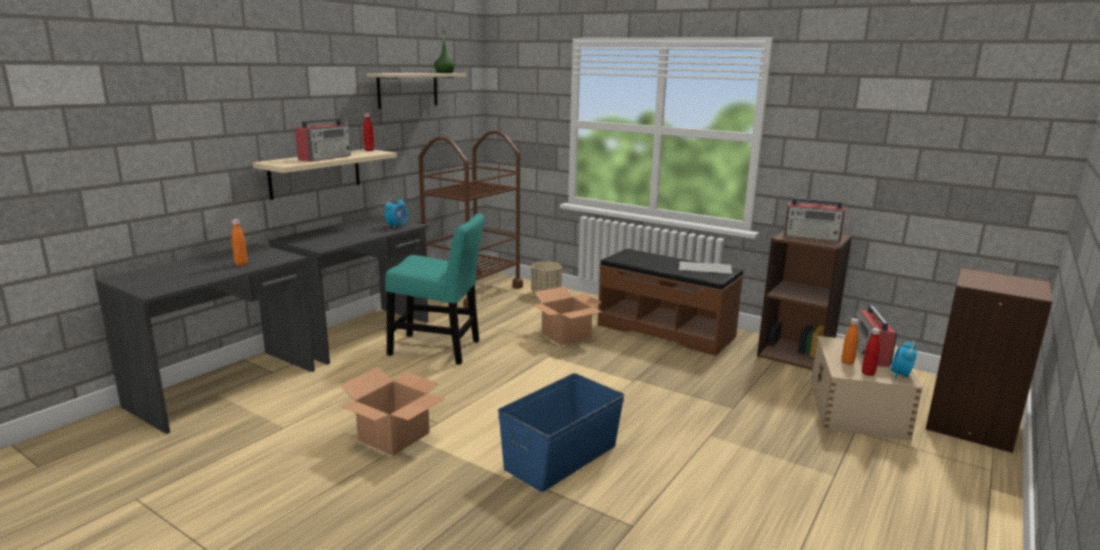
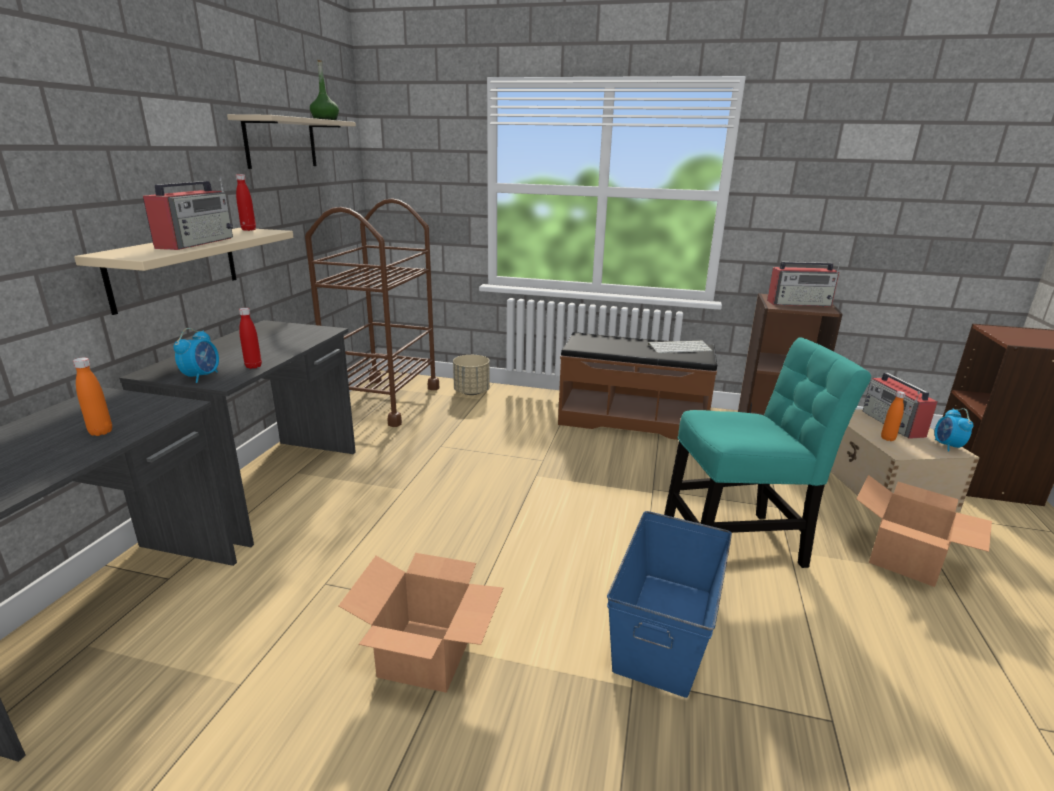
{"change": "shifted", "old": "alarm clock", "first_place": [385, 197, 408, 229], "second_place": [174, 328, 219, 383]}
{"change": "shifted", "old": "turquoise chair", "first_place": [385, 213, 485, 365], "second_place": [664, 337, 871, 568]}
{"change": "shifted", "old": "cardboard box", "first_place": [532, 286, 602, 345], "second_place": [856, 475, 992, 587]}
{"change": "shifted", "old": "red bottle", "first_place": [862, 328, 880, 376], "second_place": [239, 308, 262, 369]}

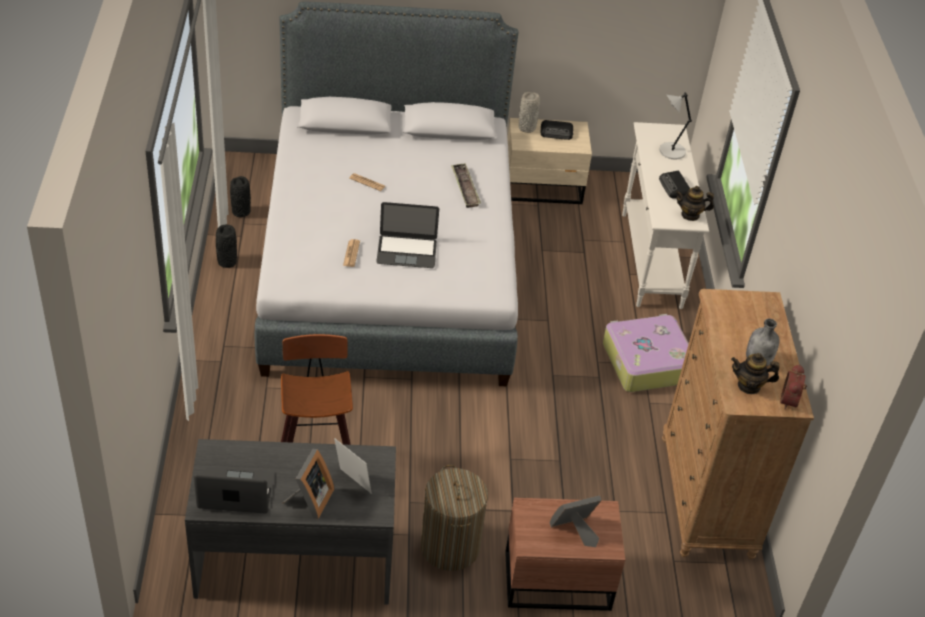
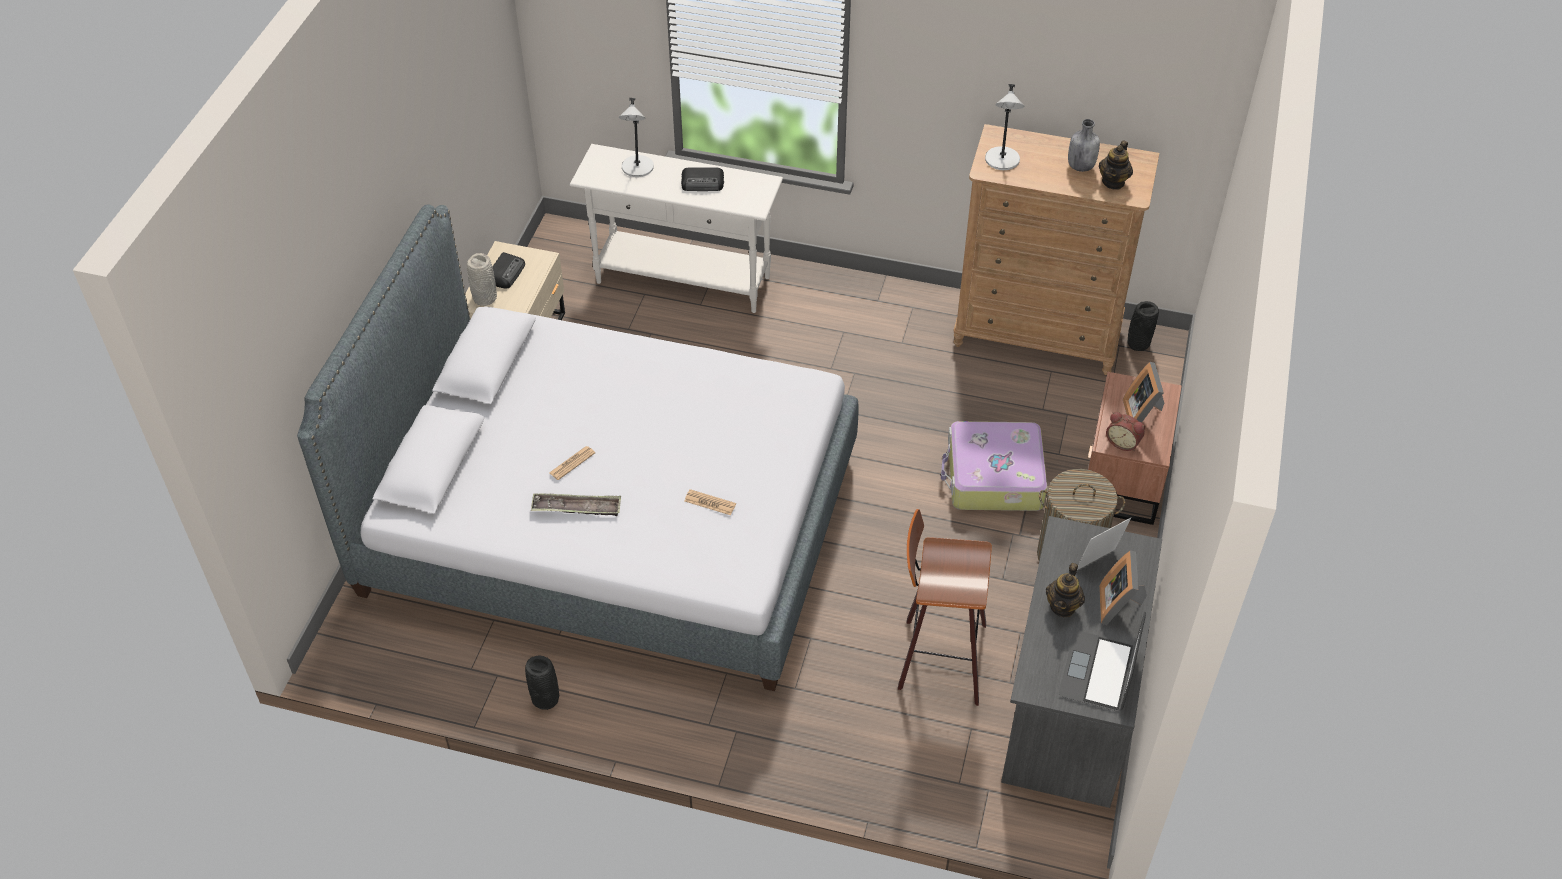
{"change": "shifted", "old": "tray", "first_place": [451, 163, 481, 208], "second_place": [531, 493, 621, 516]}
{"change": "shifted", "old": "black vase", "first_place": [230, 176, 251, 217], "second_place": [1127, 301, 1159, 351]}
{"change": "shifted", "old": "teapot", "first_place": [675, 186, 714, 221], "second_place": [1046, 563, 1085, 617]}
{"change": "gone", "old": "laptop", "first_place": [376, 202, 439, 268]}
{"change": "shifted", "old": "suitcase", "first_place": [603, 314, 689, 392], "second_place": [941, 421, 1047, 511]}
{"change": "shifted", "old": "alarm clock", "first_place": [780, 364, 807, 410], "second_place": [1106, 412, 1145, 451]}
{"change": "rotated", "old": "picture frame", "first_place": [282, 449, 334, 519], "second_place": [1099, 550, 1147, 625], "degrees": -120}
{"change": "new", "new": "grey table lamp", "second_place": [985, 84, 1025, 170]}

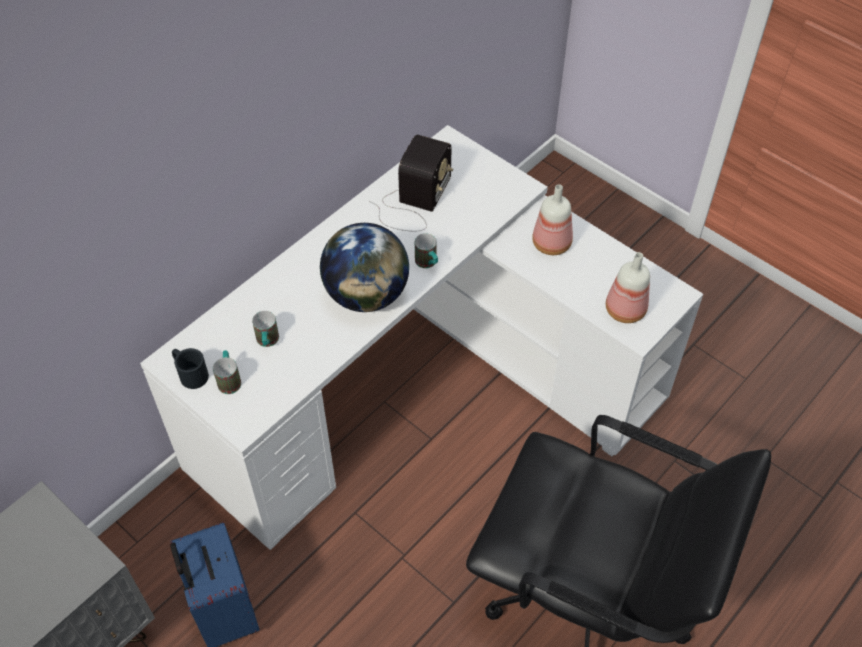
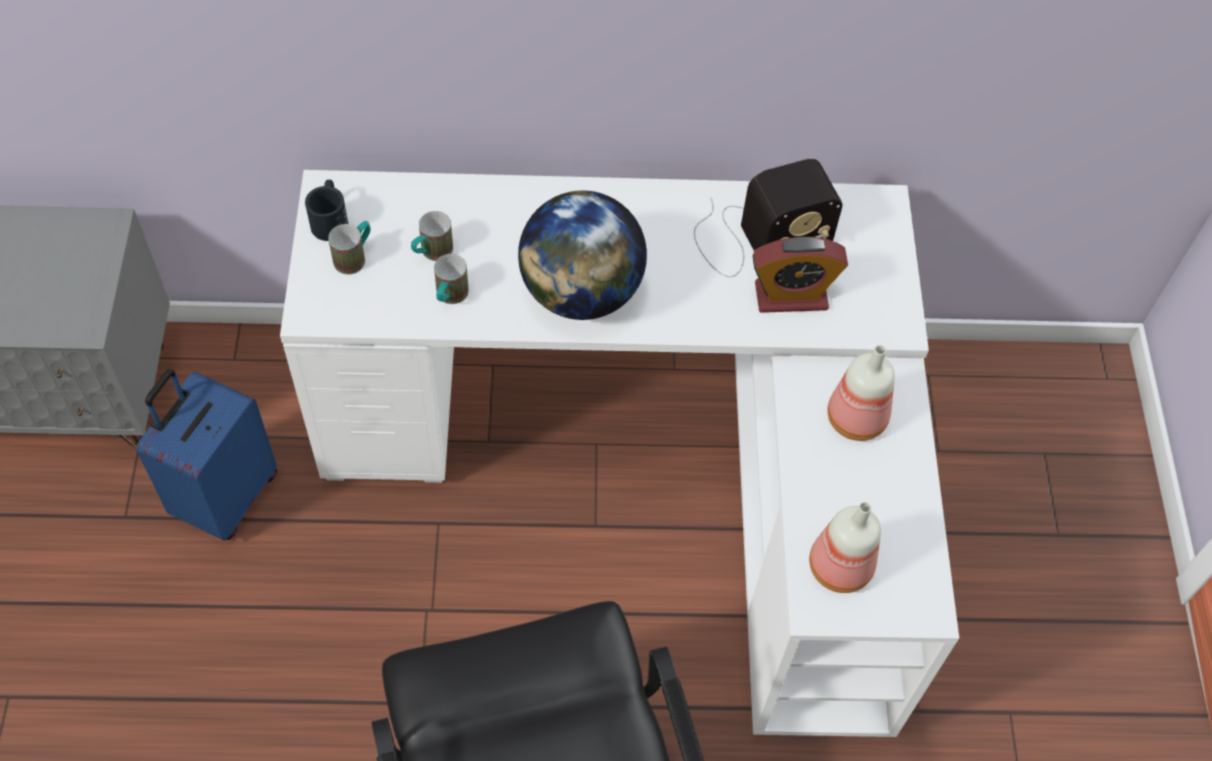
{"change": "shifted", "old": "mug", "first_place": [415, 233, 438, 268], "second_place": [434, 254, 469, 304]}
{"change": "new", "new": "alarm clock", "second_place": [752, 237, 848, 313]}

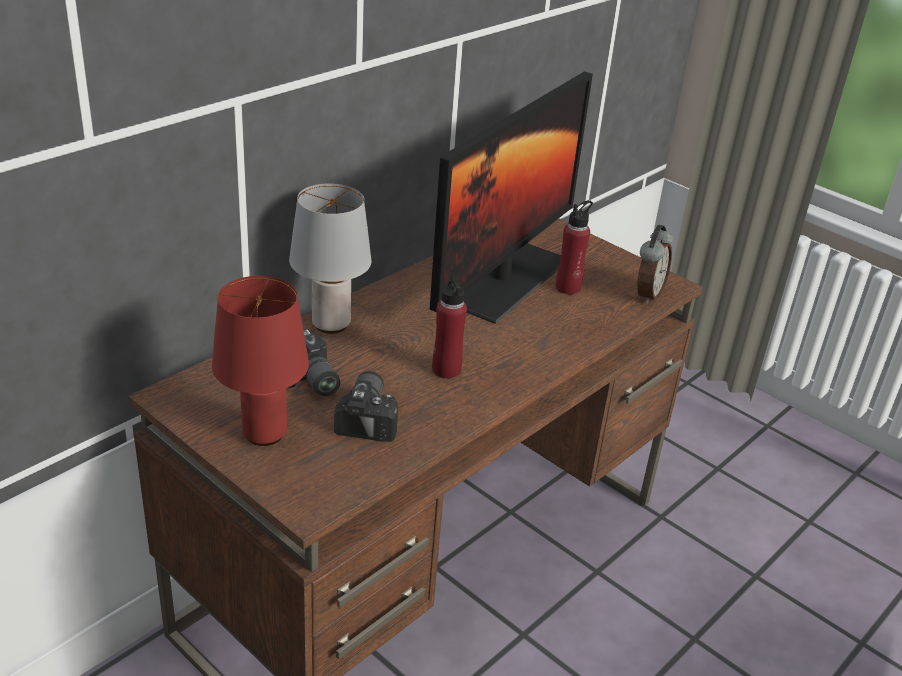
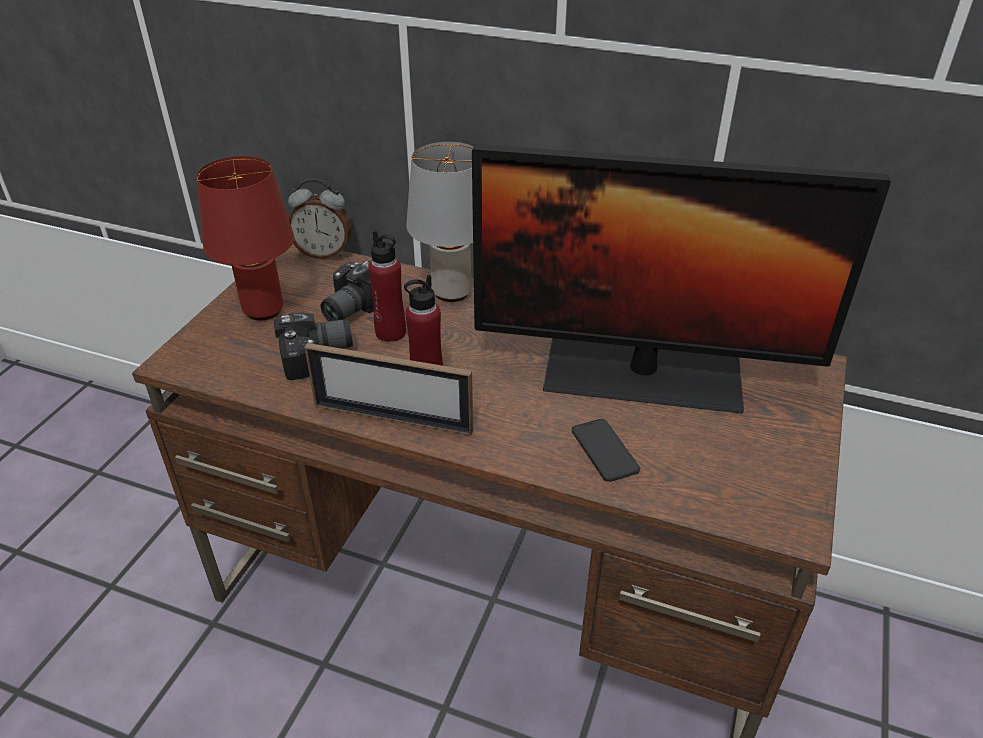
{"change": "shifted", "old": "red bottle", "first_place": [556, 200, 593, 295], "second_place": [368, 230, 406, 342]}
{"change": "shifted", "old": "alarm clock", "first_place": [637, 225, 674, 304], "second_place": [288, 178, 352, 259]}
{"change": "new", "new": "picture frame", "second_place": [304, 343, 473, 435]}
{"change": "new", "new": "phone", "second_place": [572, 419, 640, 482]}

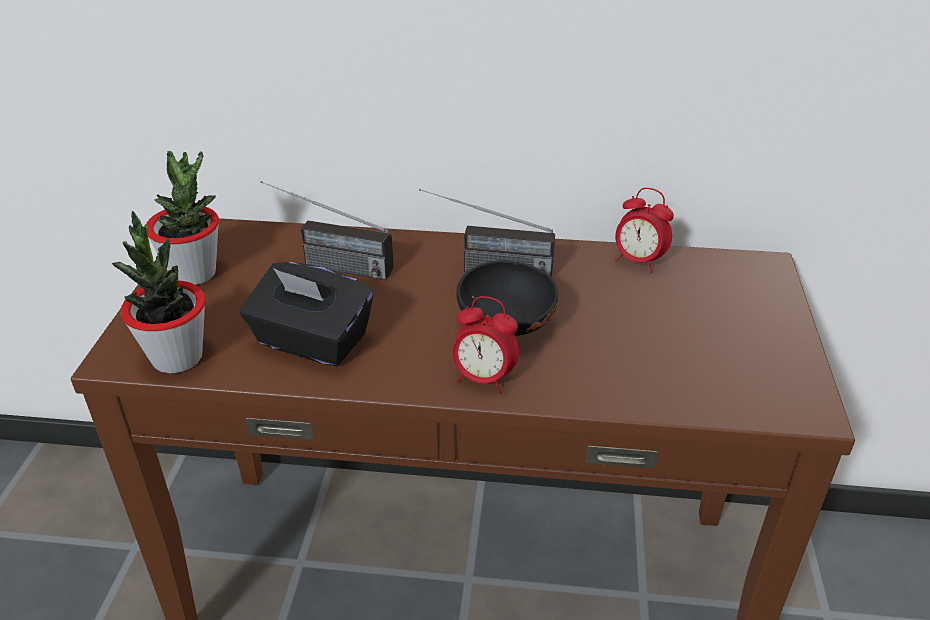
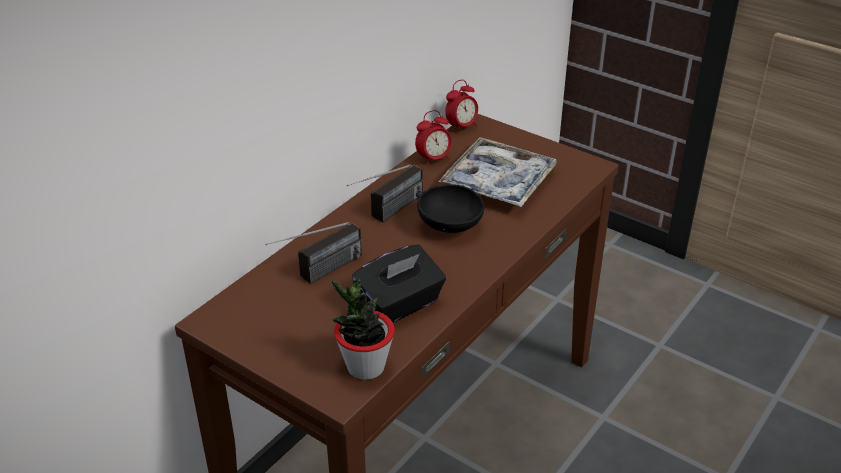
{"change": "gone", "old": "potted plant", "first_place": [146, 151, 219, 285]}
{"change": "shifted", "old": "alarm clock", "first_place": [452, 296, 519, 393], "second_place": [445, 80, 478, 133]}
{"change": "new", "new": "tray", "second_place": [438, 137, 557, 207]}

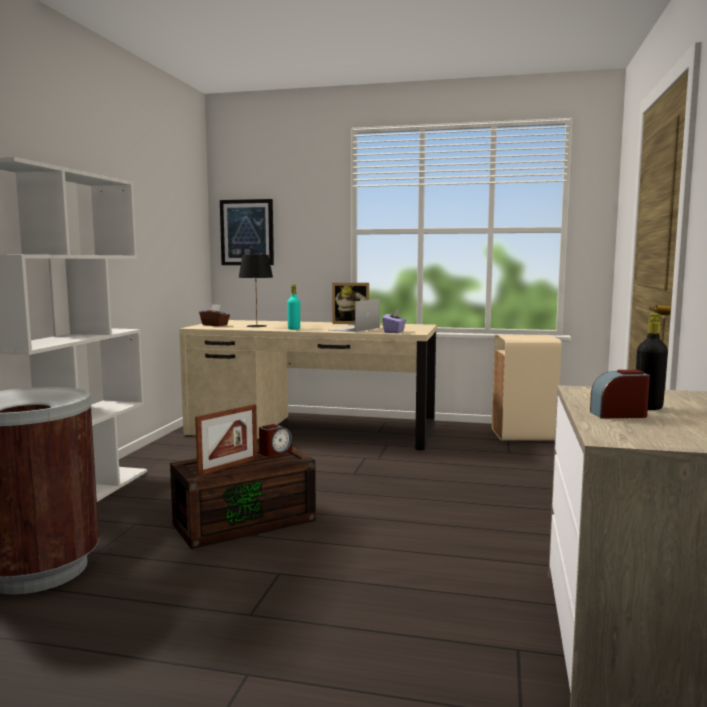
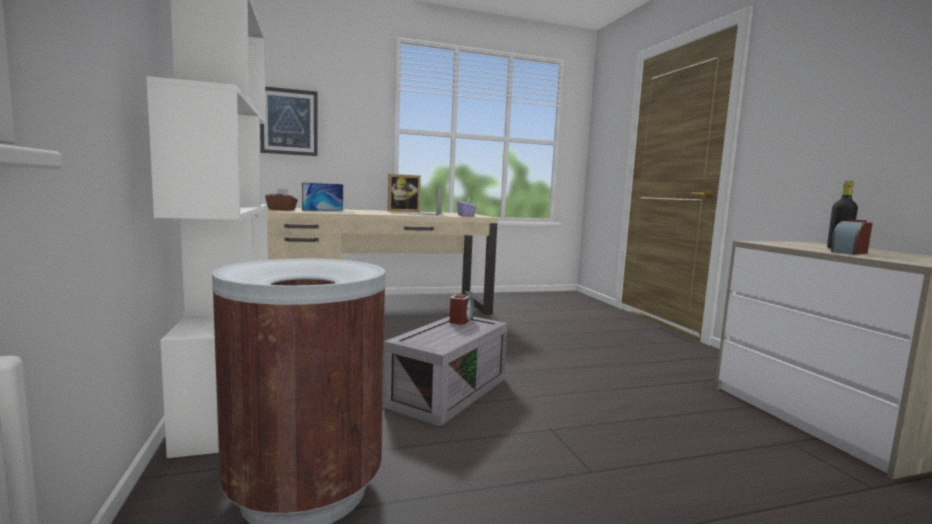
{"change": "swapped", "old": "black table lamp", "new": "laptop", "first_place": [238, 255, 273, 327], "second_place": [302, 182, 352, 212]}
{"change": "gone", "old": "turquoise bottle", "first_place": [287, 285, 300, 330]}
{"change": "gone", "old": "beige trash can", "first_place": [492, 335, 562, 441]}
{"change": "gone", "old": "picture frame", "first_place": [195, 404, 257, 476]}
{"change": "repainted", "old": "brown storage box", "new": "grey storage box", "first_place": [170, 446, 316, 549], "second_place": [383, 316, 507, 427]}

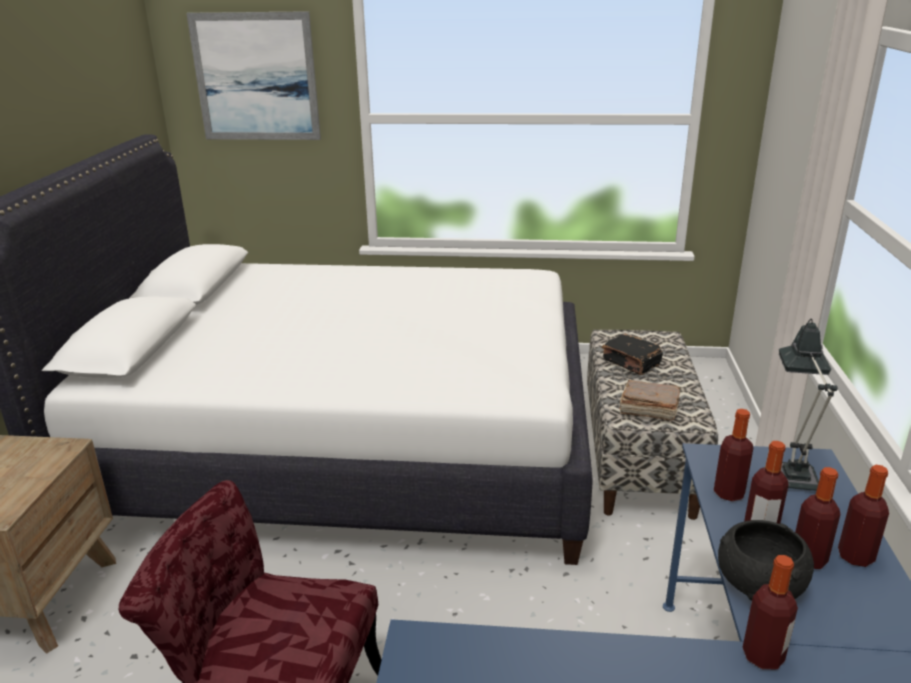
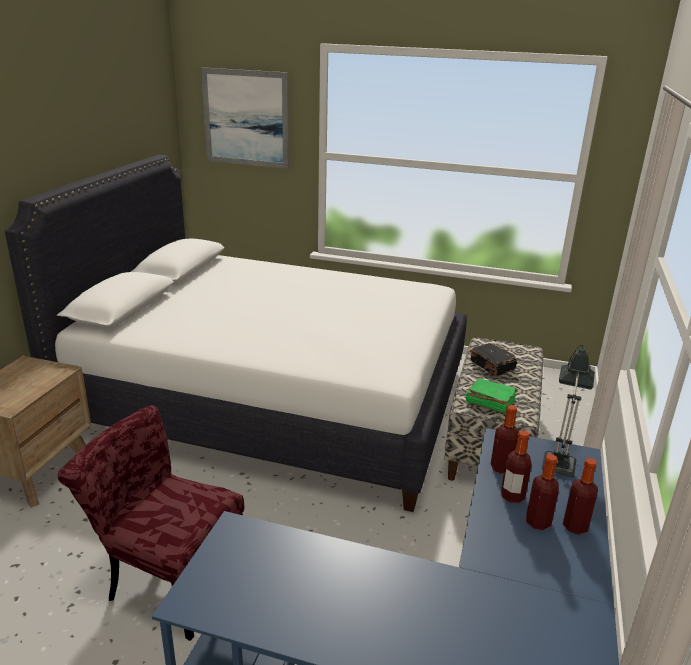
{"change": "repainted", "old": "brown book", "new": "green book", "first_place": [619, 380, 680, 421], "second_place": [466, 378, 517, 414]}
{"change": "gone", "old": "black bowl", "first_place": [718, 520, 814, 601]}
{"change": "gone", "old": "bottle", "first_place": [743, 555, 798, 669]}

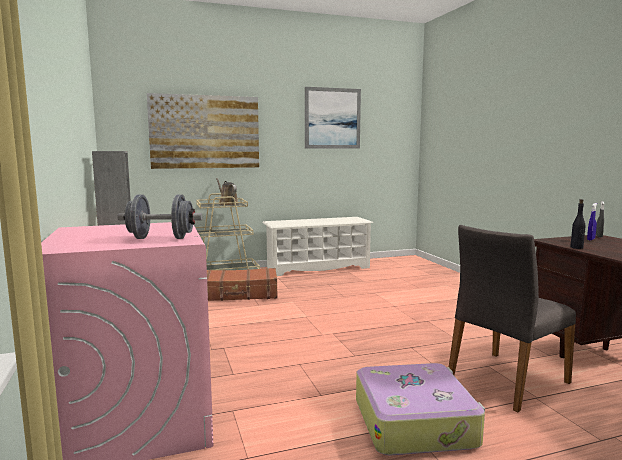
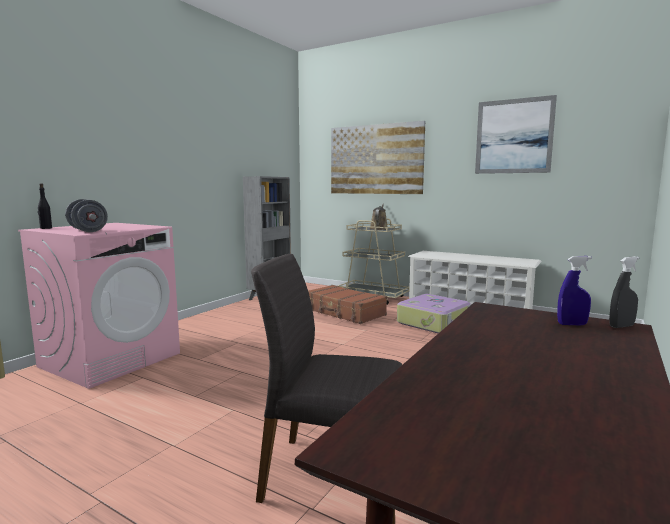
{"change": "shifted", "old": "black bottle", "first_place": [570, 199, 585, 249], "second_place": [38, 184, 52, 229]}
{"change": "shifted", "old": "suitcase", "first_place": [356, 363, 485, 455], "second_place": [397, 294, 471, 333]}

